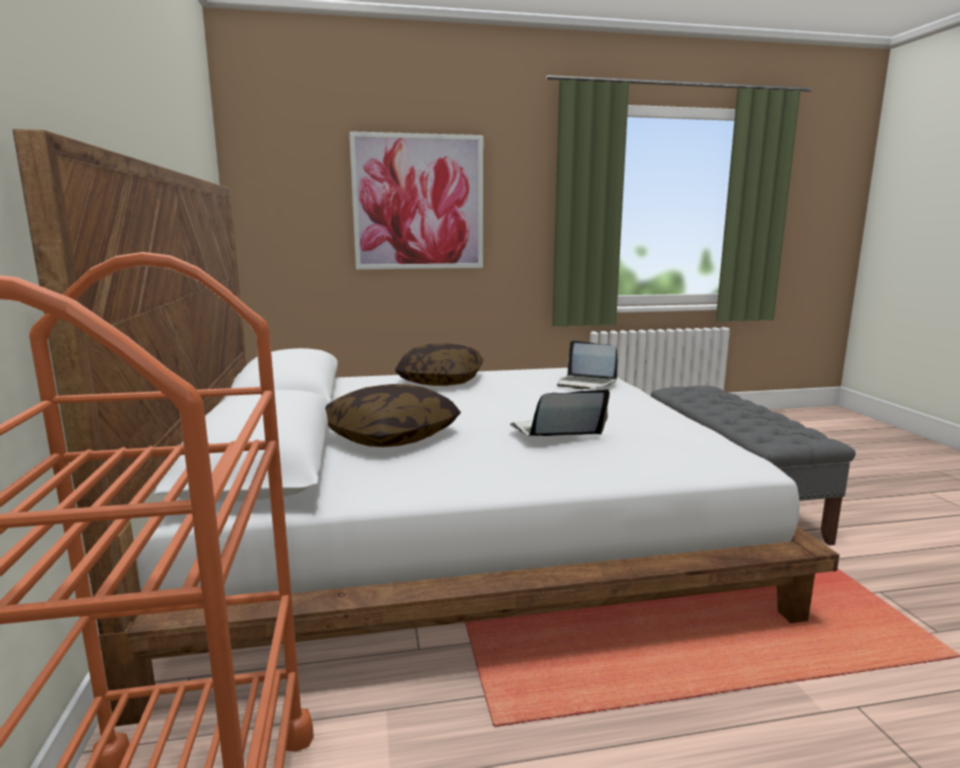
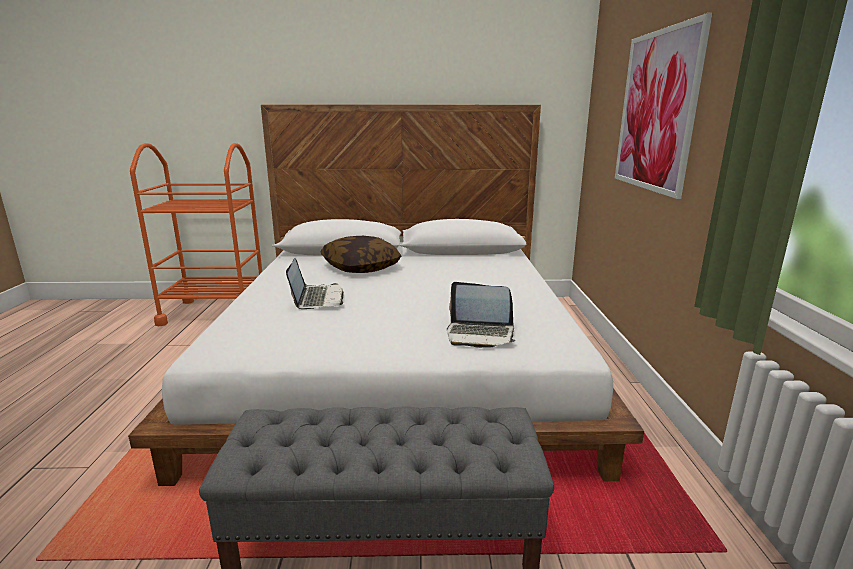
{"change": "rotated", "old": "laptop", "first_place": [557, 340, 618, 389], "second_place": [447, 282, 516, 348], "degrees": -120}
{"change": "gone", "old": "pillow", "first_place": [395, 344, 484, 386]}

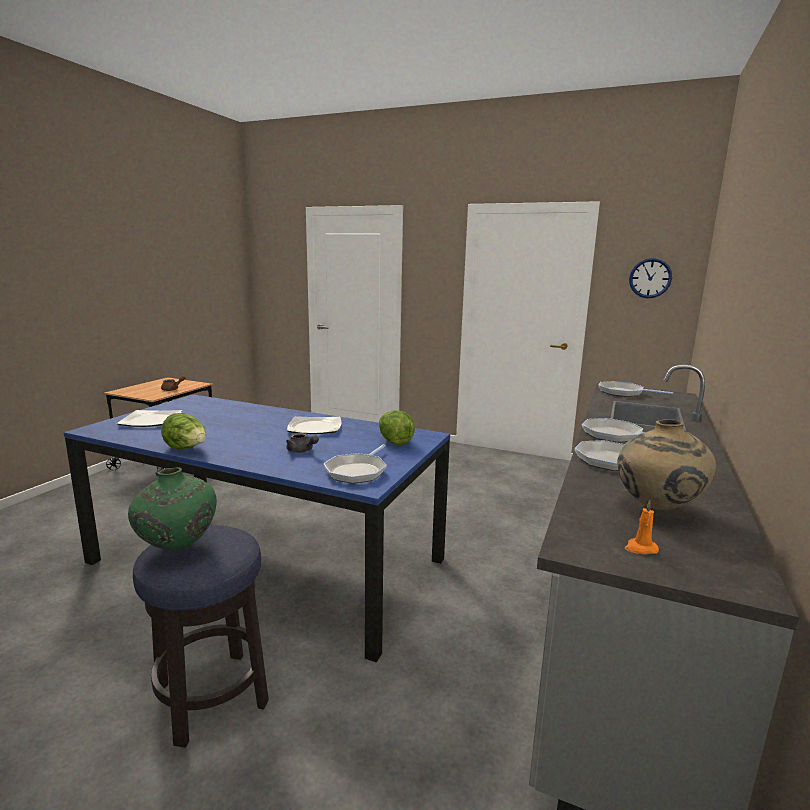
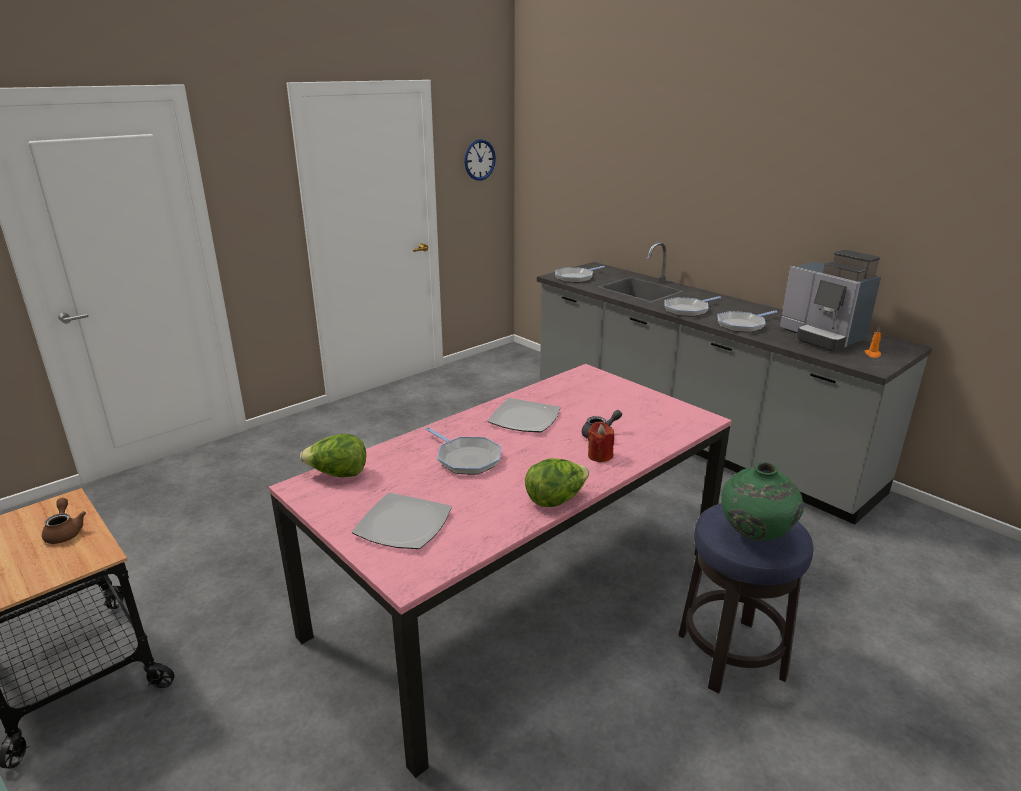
{"change": "repainted", "old": "blue dining table", "new": "pink dining table", "first_place": [64, 394, 450, 663], "second_place": [269, 364, 732, 778]}
{"change": "shifted", "old": "lettuce", "first_place": [379, 410, 415, 446], "second_place": [300, 434, 366, 477]}
{"change": "swapped", "old": "beige vase", "new": "coffee machine", "first_place": [617, 419, 716, 510], "second_place": [780, 250, 881, 351]}
{"change": "shifted", "old": "frying pan", "first_place": [324, 444, 387, 484], "second_place": [426, 427, 501, 474]}
{"change": "new", "new": "red candle", "second_place": [587, 422, 614, 462]}

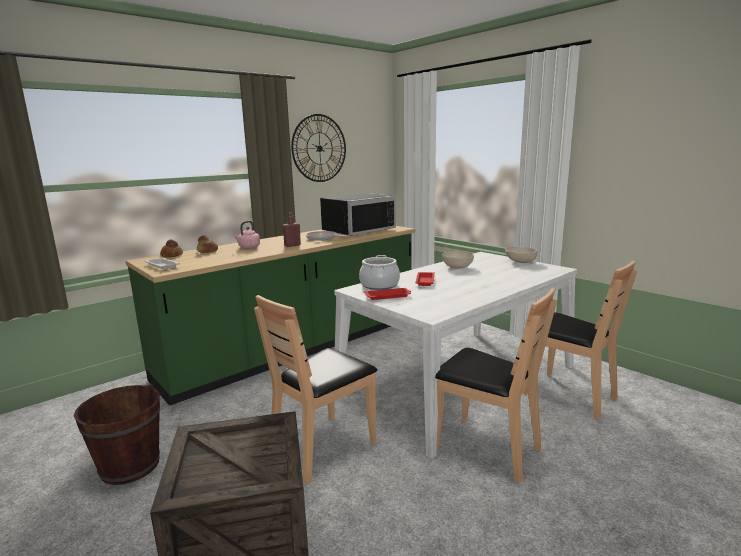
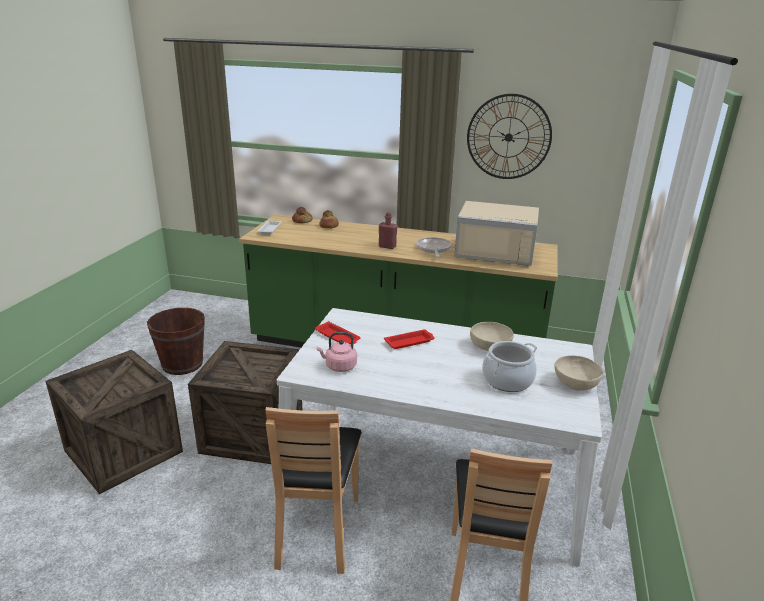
{"change": "repainted", "old": "black microwave", "new": "beige microwave", "first_place": [320, 193, 396, 236], "second_place": [454, 201, 539, 266]}
{"change": "shifted", "old": "pink kettle", "first_place": [234, 221, 260, 248], "second_place": [317, 332, 357, 372]}
{"change": "shifted", "old": "cooking pot", "first_place": [359, 255, 400, 290], "second_place": [482, 341, 537, 392]}
{"change": "swapped", "old": "brown chair", "new": "crate", "first_place": [254, 295, 377, 484], "second_place": [188, 341, 302, 464]}

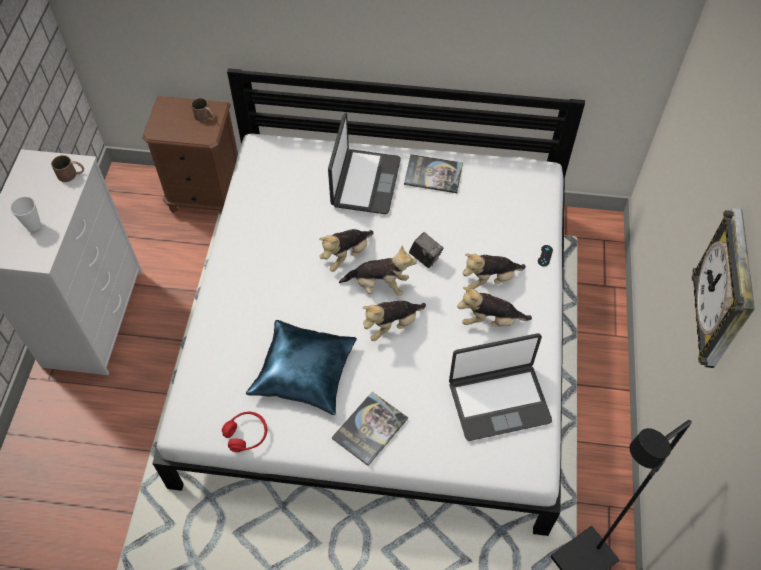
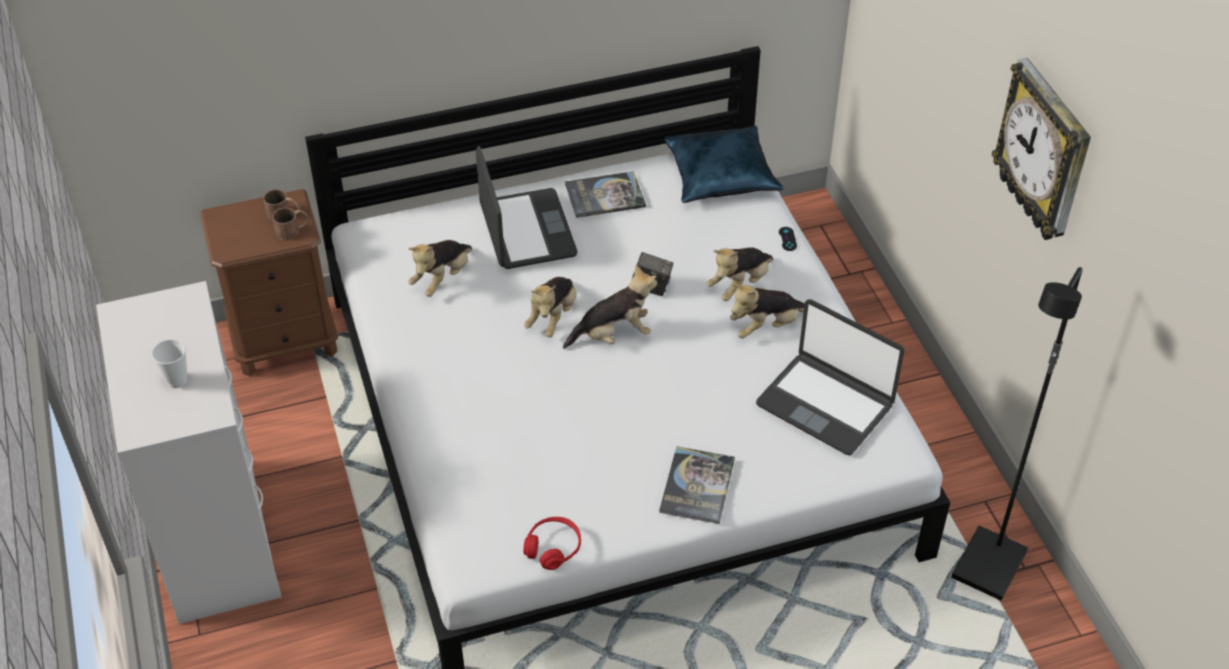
{"change": "shifted", "old": "brown mug", "first_place": [51, 155, 84, 182], "second_place": [272, 208, 308, 241]}
{"change": "shifted", "old": "plush toy", "first_place": [363, 301, 426, 341], "second_place": [408, 240, 472, 297]}
{"change": "shifted", "old": "blue pillow", "first_place": [246, 320, 357, 415], "second_place": [664, 126, 784, 203]}
{"change": "rotated", "old": "laptop", "first_place": [449, 333, 552, 441], "second_place": [756, 299, 904, 455], "degrees": 75}

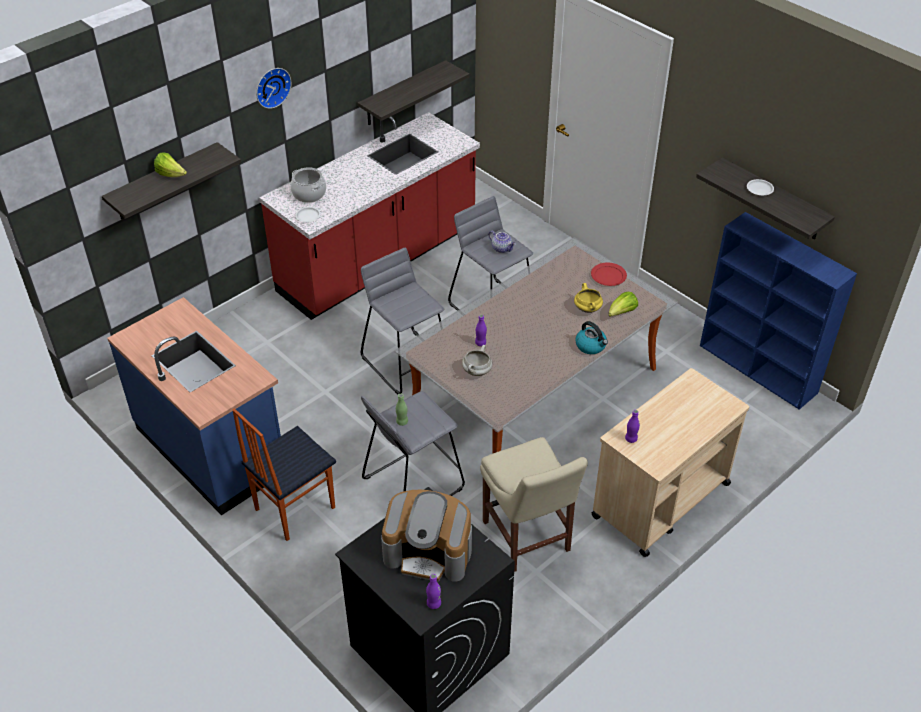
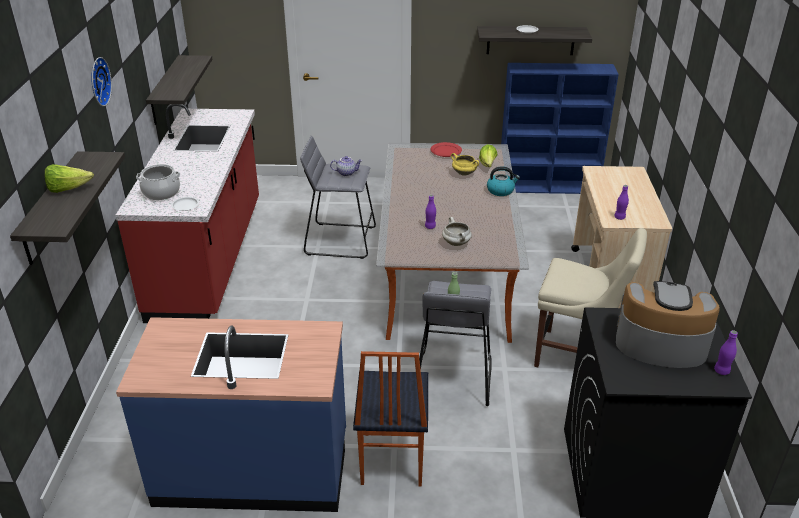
{"change": "gone", "old": "grey stool", "first_place": [361, 248, 444, 394]}
{"change": "rotated", "old": "coffee machine", "first_place": [381, 490, 472, 582], "second_place": [616, 281, 720, 368], "degrees": -135}

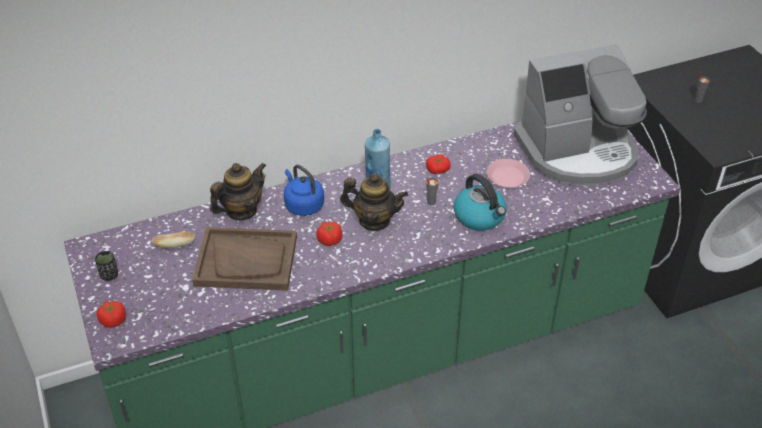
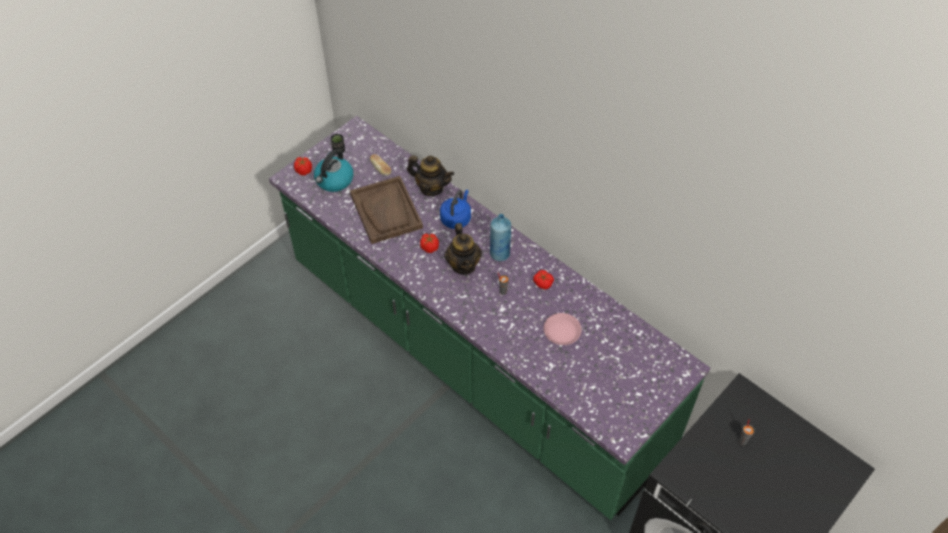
{"change": "gone", "old": "coffee machine", "first_place": [513, 44, 647, 186]}
{"change": "shifted", "old": "kettle", "first_place": [454, 174, 507, 231], "second_place": [314, 149, 354, 192]}

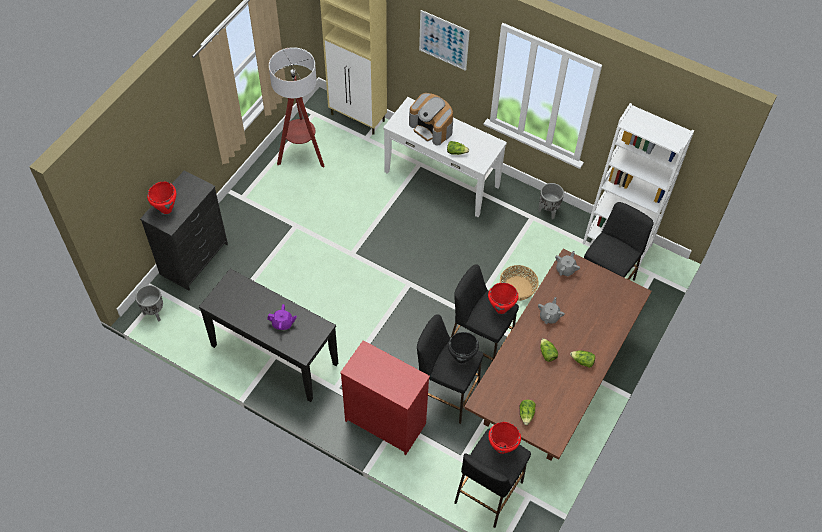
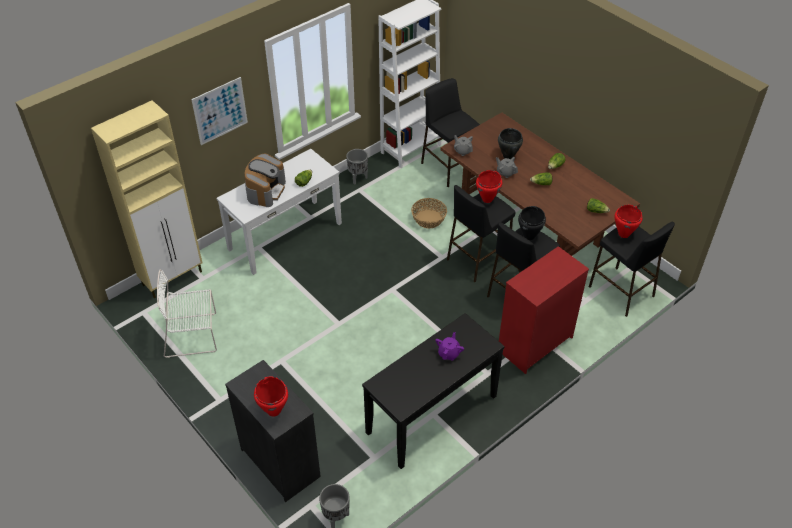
{"change": "swapped", "old": "floor lamp", "new": "white chair", "first_place": [269, 47, 325, 168], "second_place": [157, 269, 217, 358]}
{"change": "rotated", "old": "coffee machine", "first_place": [409, 93, 453, 146], "second_place": [244, 154, 286, 207], "degrees": -45}
{"change": "new", "new": "black cooking pot", "second_place": [498, 128, 523, 159]}

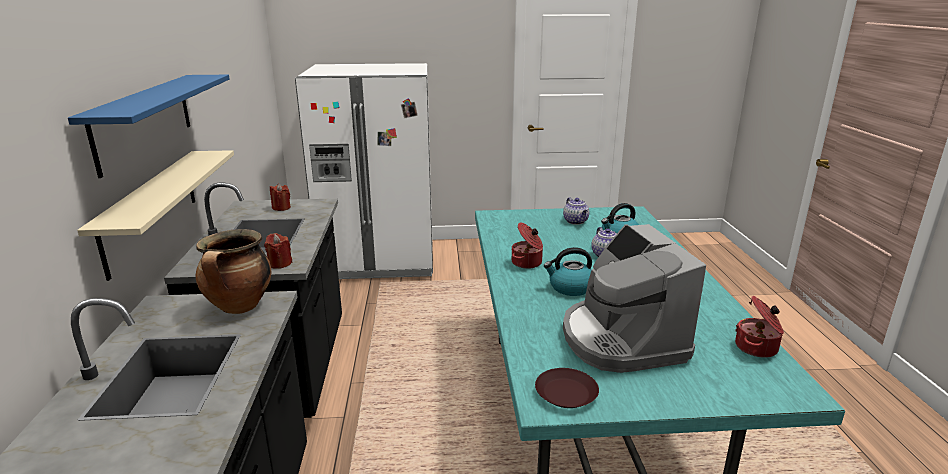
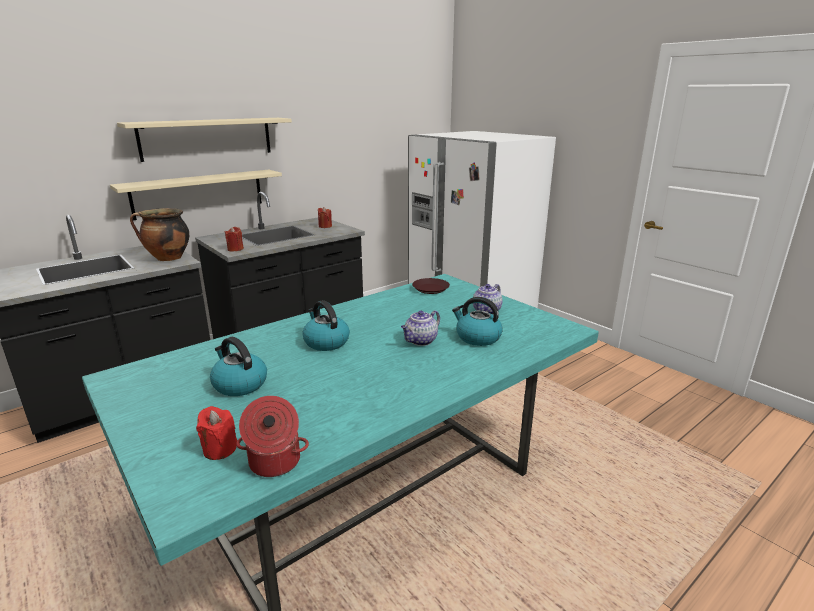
{"change": "repainted", "old": "blue shelf", "new": "beige shelf", "first_place": [68, 75, 230, 178], "second_place": [117, 118, 292, 162]}
{"change": "gone", "old": "cooking pot", "first_place": [512, 223, 543, 269]}
{"change": "swapped", "old": "coffee machine", "new": "kettle", "first_place": [563, 224, 706, 373], "second_place": [210, 337, 267, 396]}
{"change": "shifted", "old": "brown plate", "first_place": [535, 368, 599, 408], "second_place": [412, 278, 450, 294]}
{"change": "new", "new": "red candle", "second_place": [196, 406, 237, 460]}

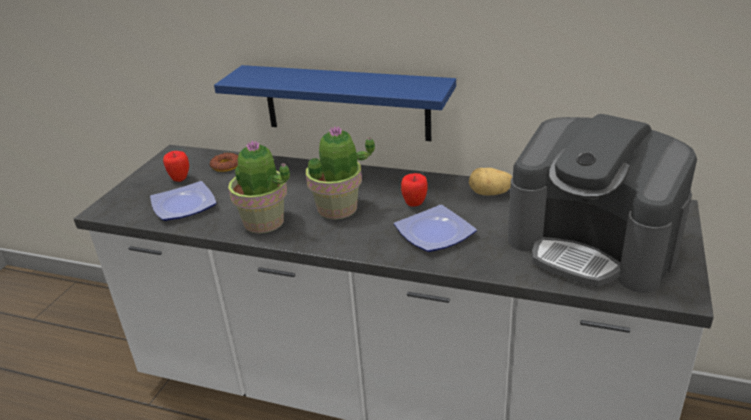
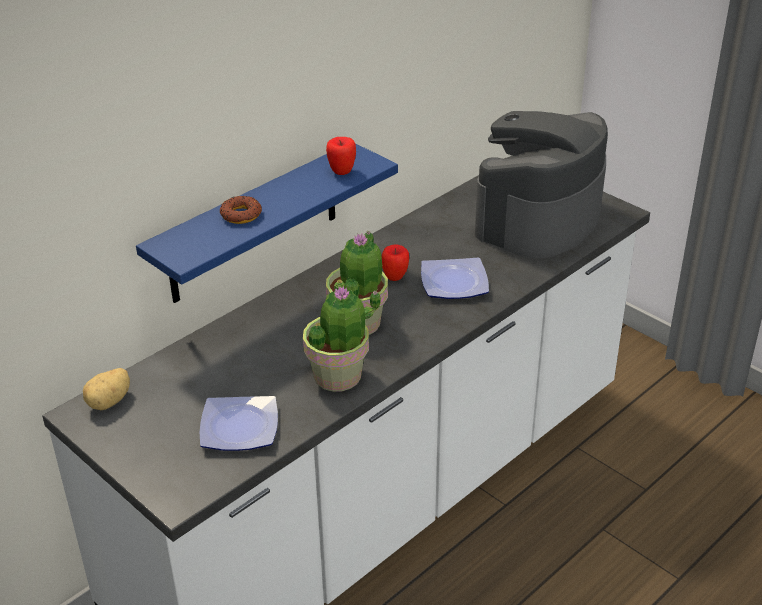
{"change": "rotated", "old": "coffee machine", "first_place": [508, 114, 697, 293], "second_place": [475, 111, 608, 258], "degrees": 150}
{"change": "shifted", "old": "apple", "first_place": [163, 151, 189, 182], "second_place": [326, 137, 356, 175]}
{"change": "shifted", "old": "donut", "first_place": [210, 152, 238, 172], "second_place": [220, 196, 262, 224]}
{"change": "shifted", "old": "potato", "first_place": [469, 168, 512, 195], "second_place": [83, 368, 130, 410]}

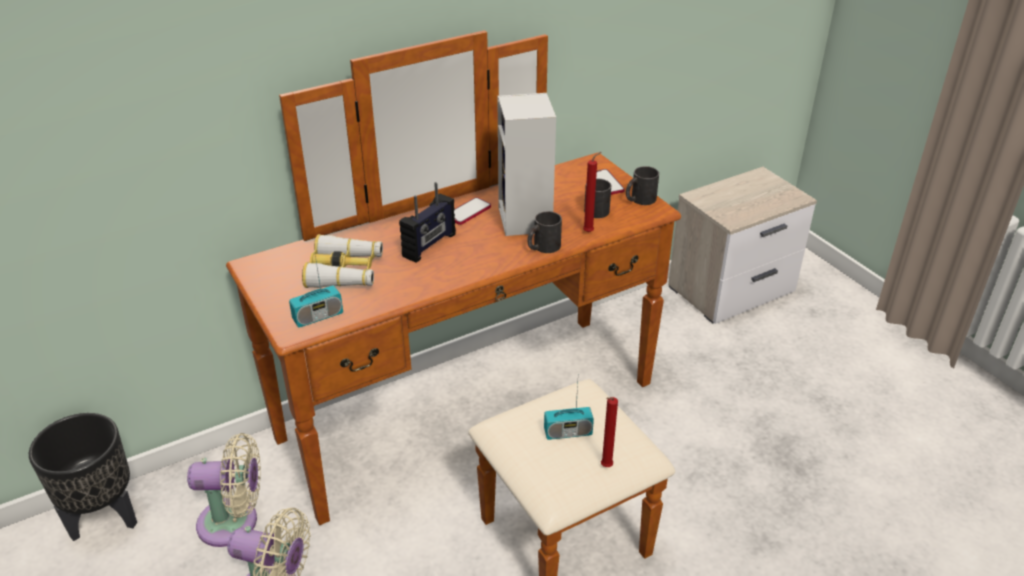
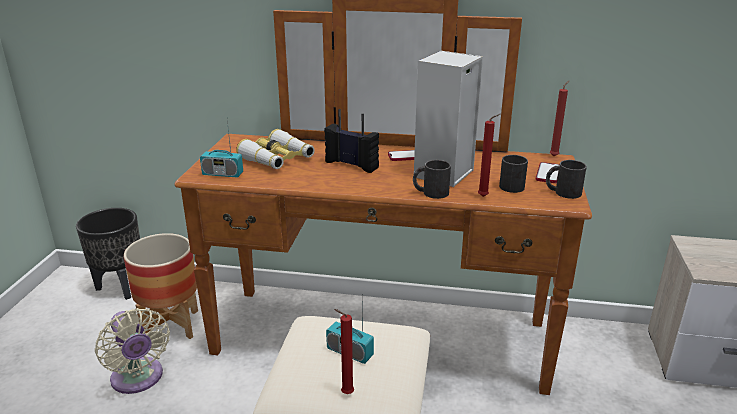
{"change": "rotated", "old": "radio", "first_place": [399, 182, 456, 263], "second_place": [324, 109, 379, 173], "degrees": -135}
{"change": "swapped", "old": "beige fan", "new": "planter", "first_place": [187, 433, 261, 547], "second_place": [124, 233, 198, 339]}
{"change": "new", "new": "red candle", "second_place": [550, 81, 569, 156]}

